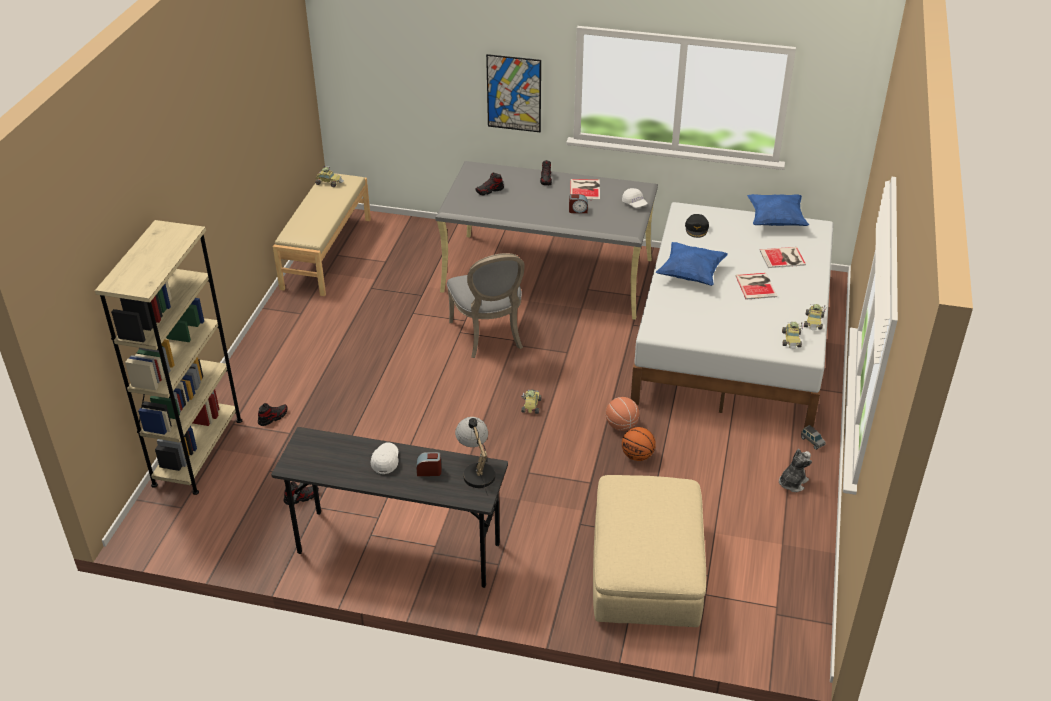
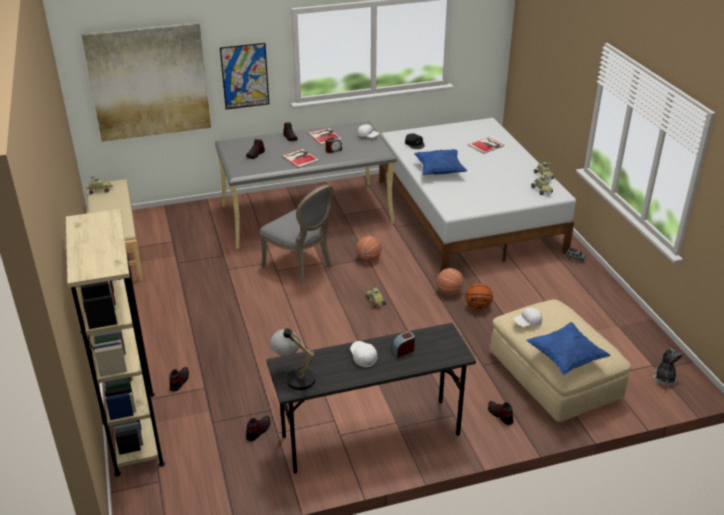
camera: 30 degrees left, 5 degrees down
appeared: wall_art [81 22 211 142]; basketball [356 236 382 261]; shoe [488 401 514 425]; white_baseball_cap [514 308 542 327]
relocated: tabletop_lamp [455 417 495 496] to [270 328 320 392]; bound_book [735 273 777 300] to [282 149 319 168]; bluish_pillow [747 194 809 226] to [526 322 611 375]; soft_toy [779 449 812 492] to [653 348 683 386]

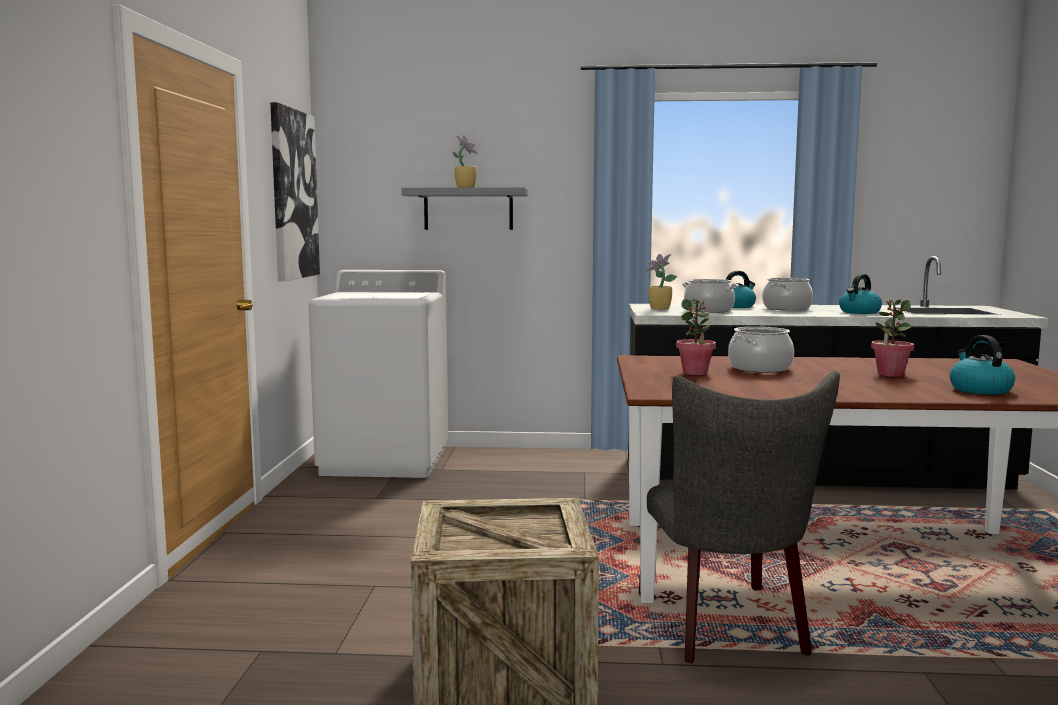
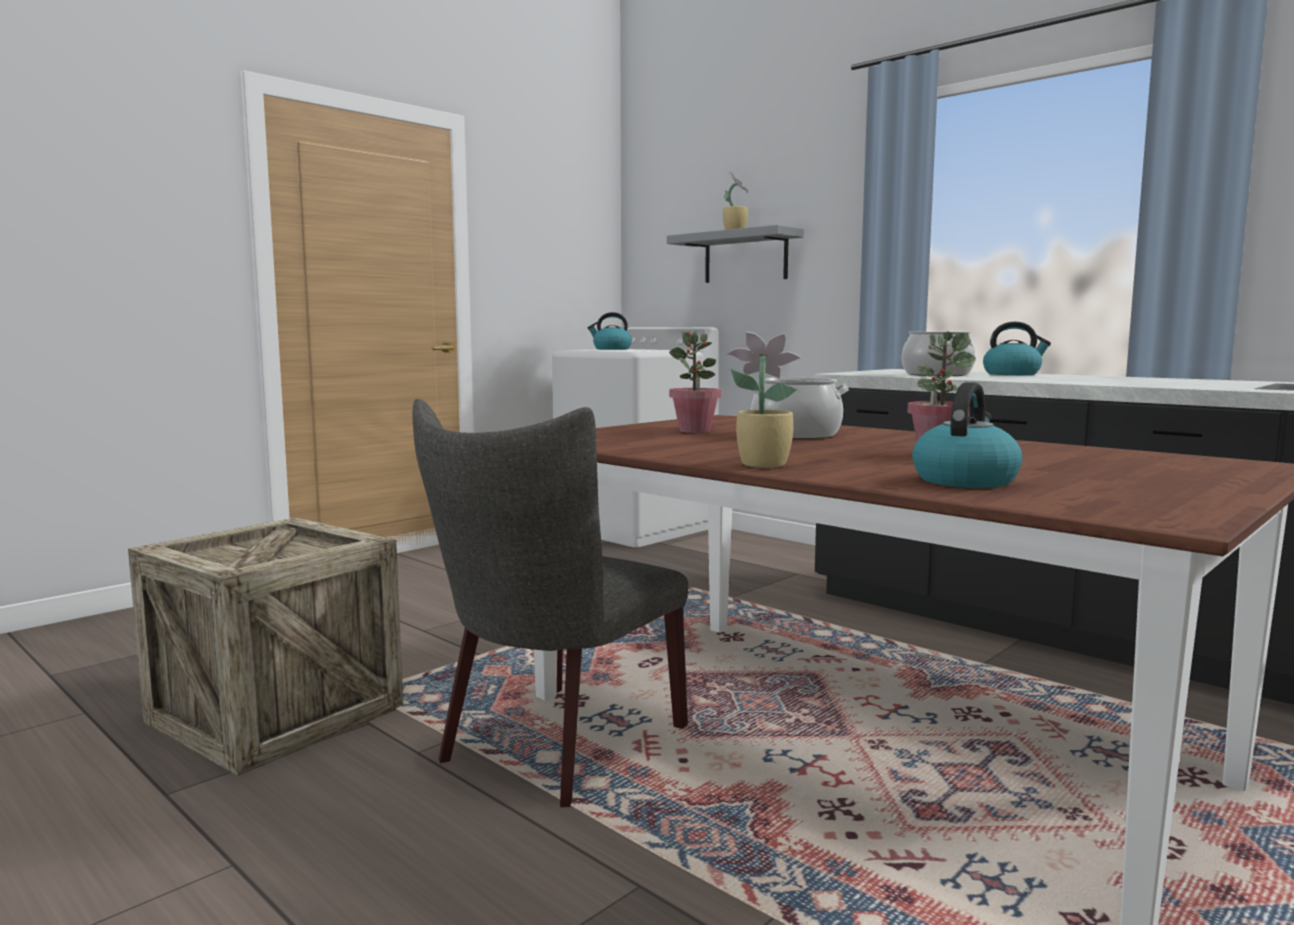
camera: 40 degrees right, 0 degrees up
missing: wall_art [270 102 320 281]; cooking_pot [762 278 813 311]
relocated: water_kettle [839 274 882 314] to [587 312 632 350]; plant_in_a_pot [646 254 677 310] to [727 332 801 468]

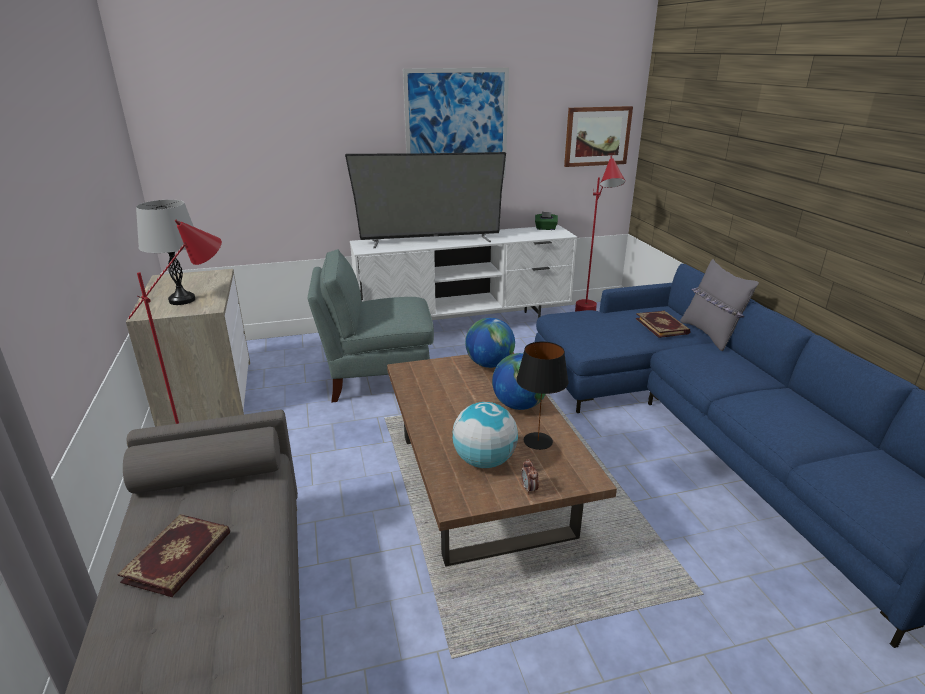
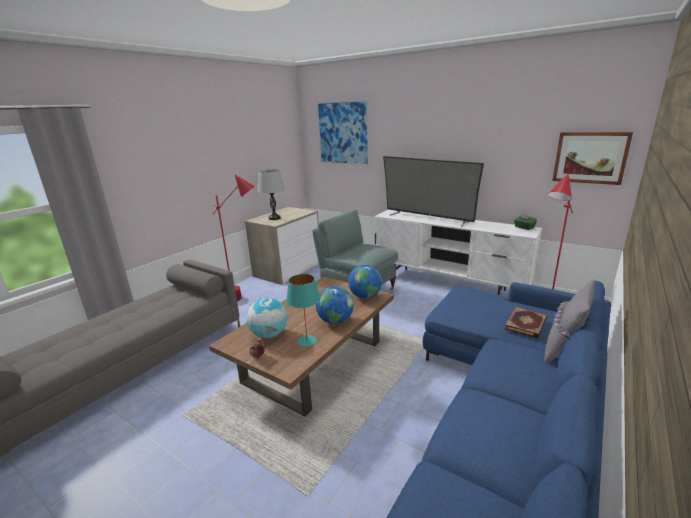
camera: 50 degrees right, 5 degrees down
missing: bound_book [117 514 230 597]
relocated: wall_art [403 68 509 177] to [316 98 370 167]
colour: blackish_tabletop_lamp [516 342 569 450] to turquoise-coloured_tabletop_lamp [286 274 320 346]

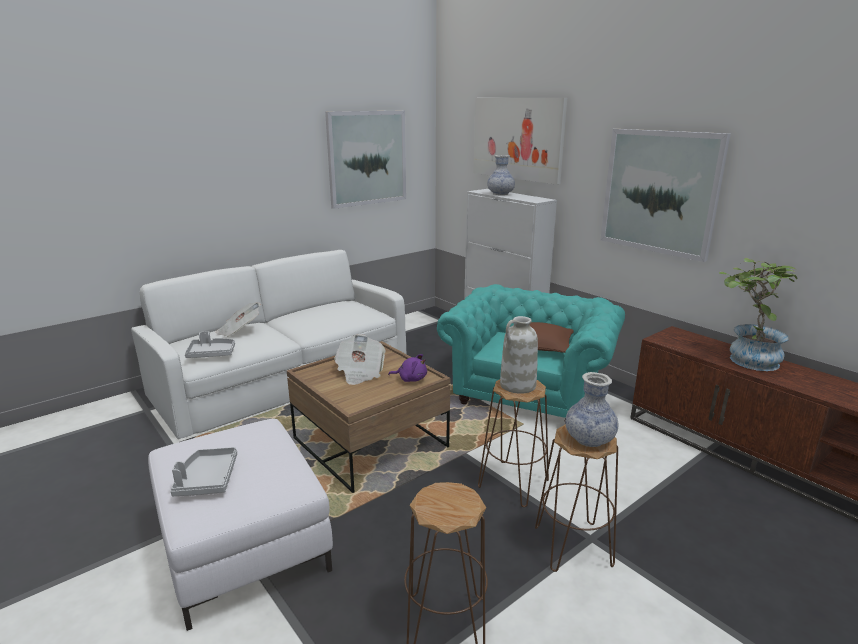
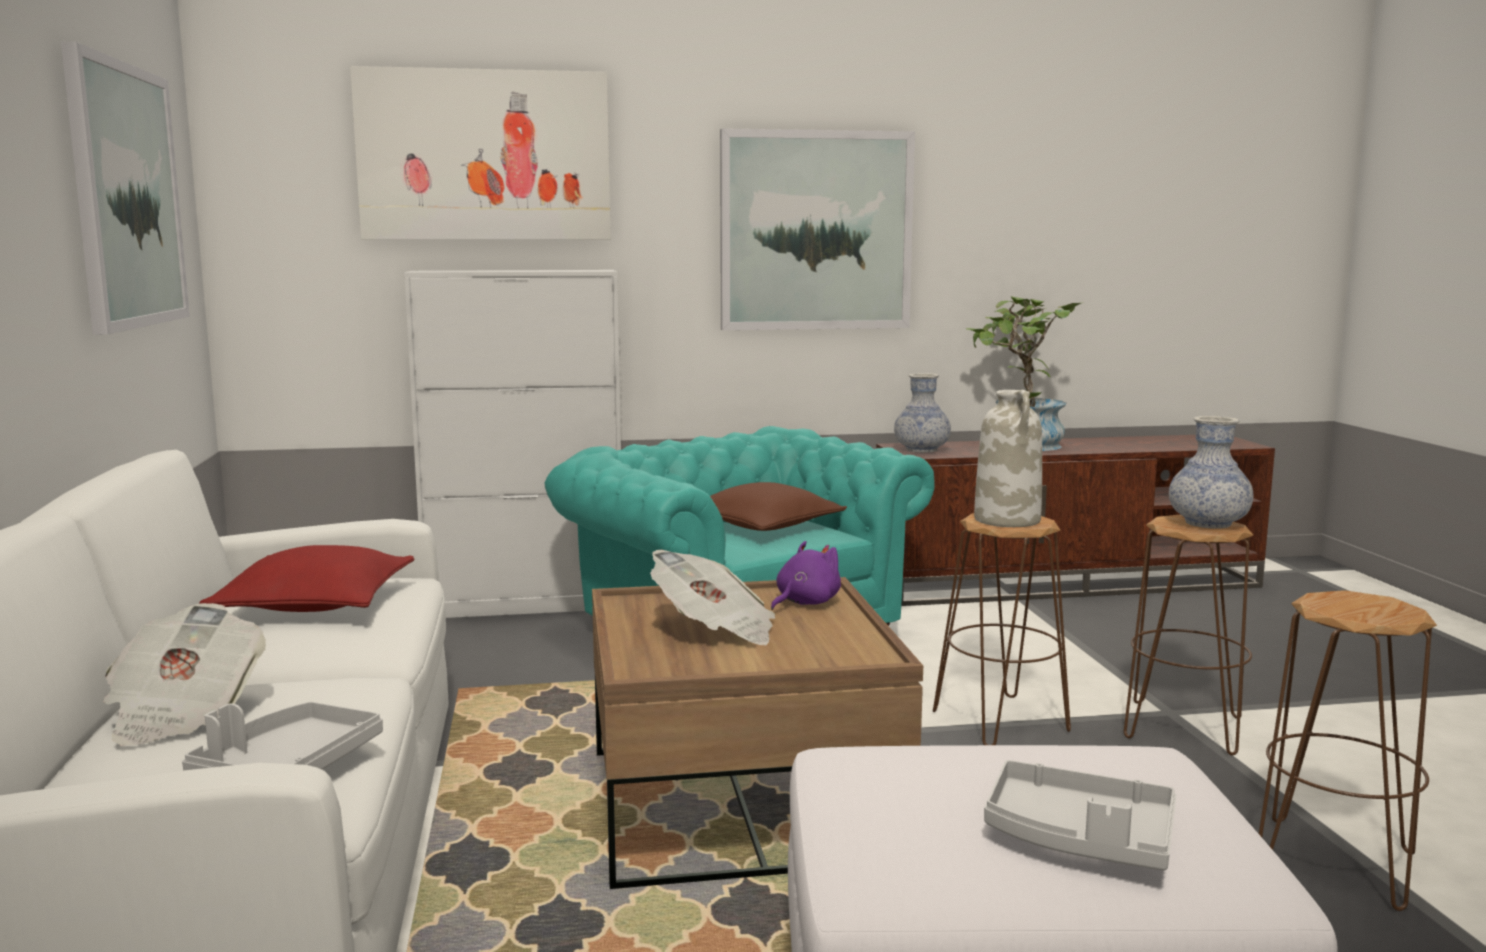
camera: 60 degrees left, 10 degrees down
appeared: reddish_pillow [199 545 415 612]
relocated: vase [487 155 515 195] to [894 373 951 453]

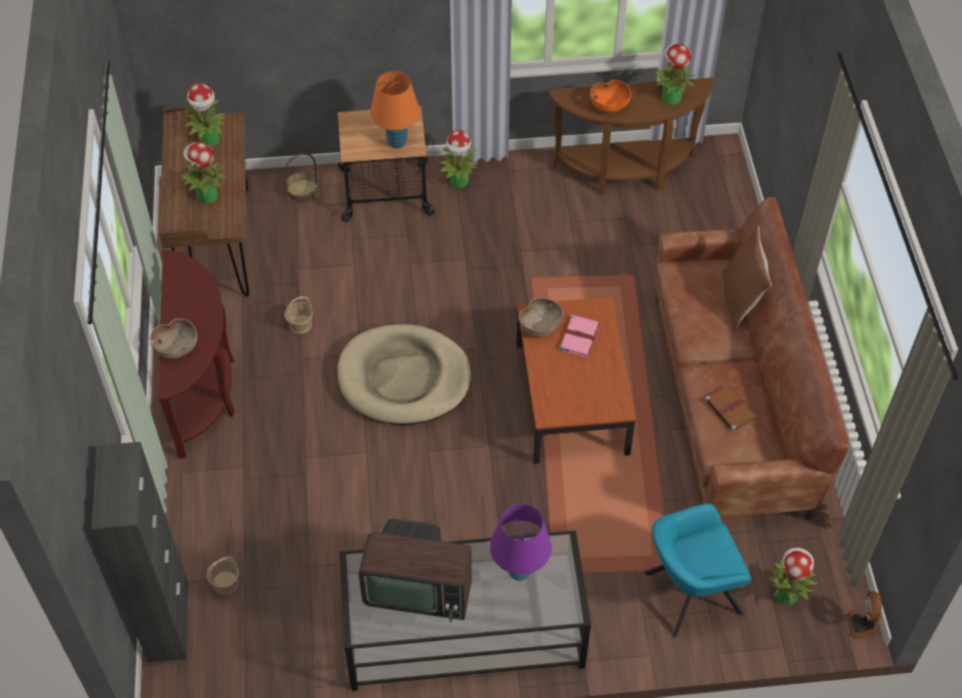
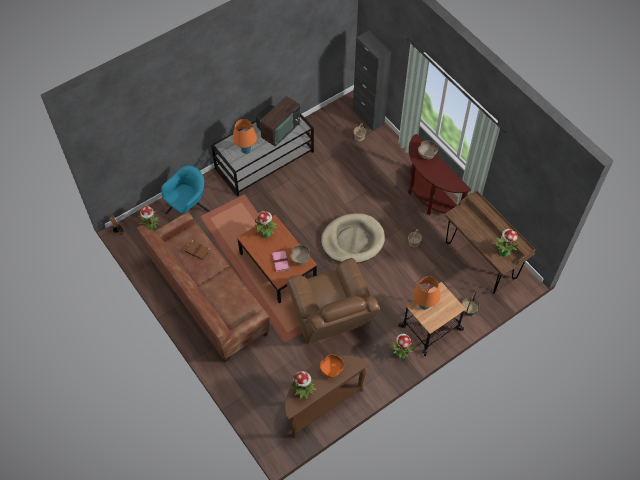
camera: 150 degrees right, 5 degrees up
missing: brown_pillow [722 225 772 331]
appeared: brown_easy_chair [287 258 380 344]
relocated: plant_in_a_pot [181 142 226 204] to [254 211 277 238]
colour: purplish_tabletop_lamp [490 504 552 581] to orangey_tabletop_lamp [232 119 257 154]
spun: TV_set [358 519 472 622] = [256 96 300 146] 150 degrees clockwise

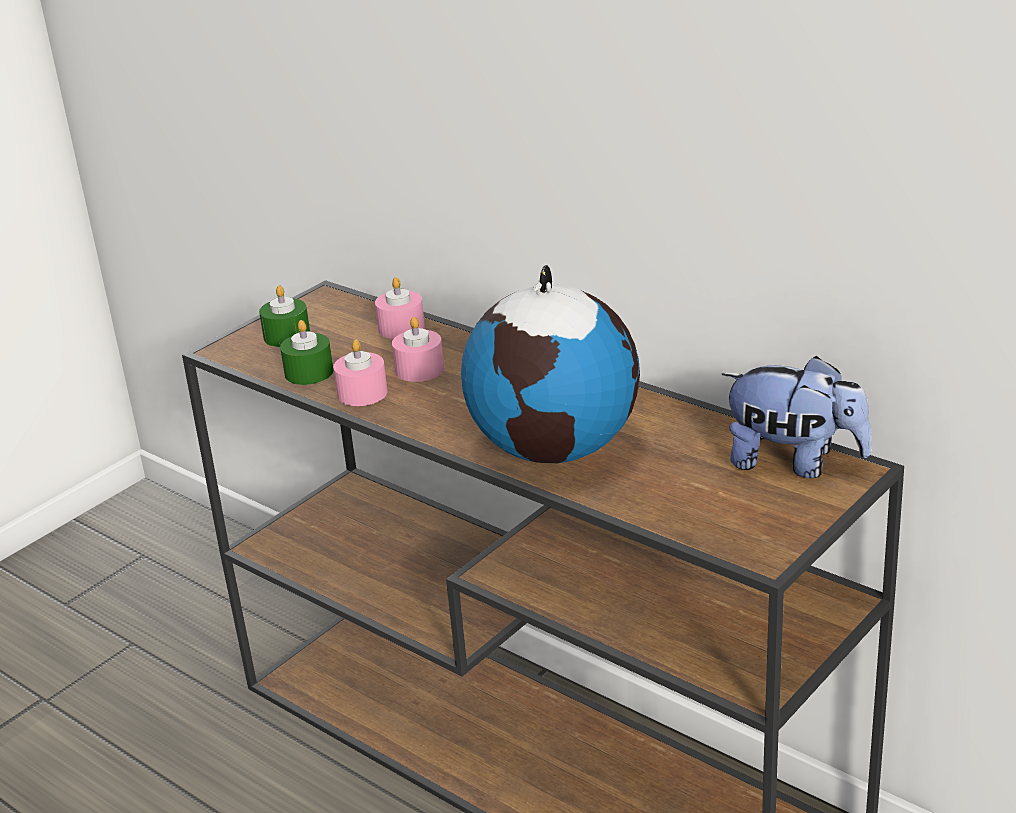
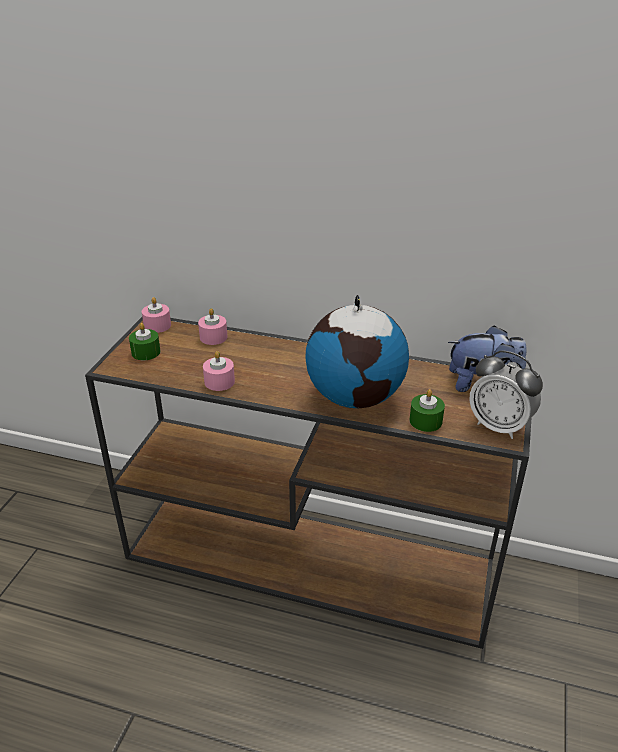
camera: 25 degrees left, 5 degrees up
appeared: table_clock [469 350 543 439]
relocated: pink_wax_candle [392 317 444 382] to [142 297 171 333]; greenish_wax_candle [280 320 334 385] to [409 389 445 432]

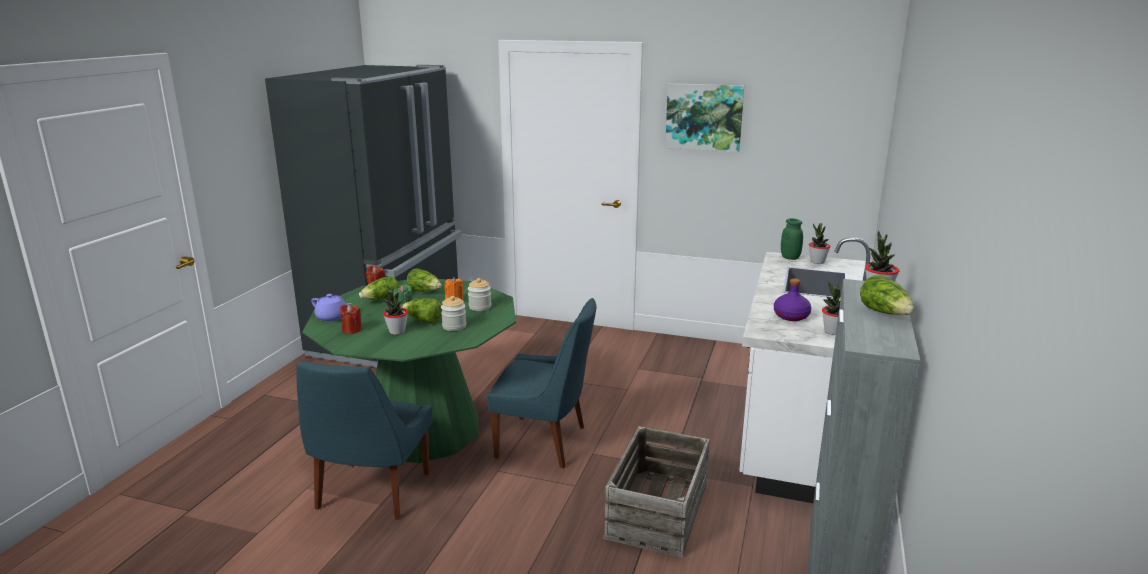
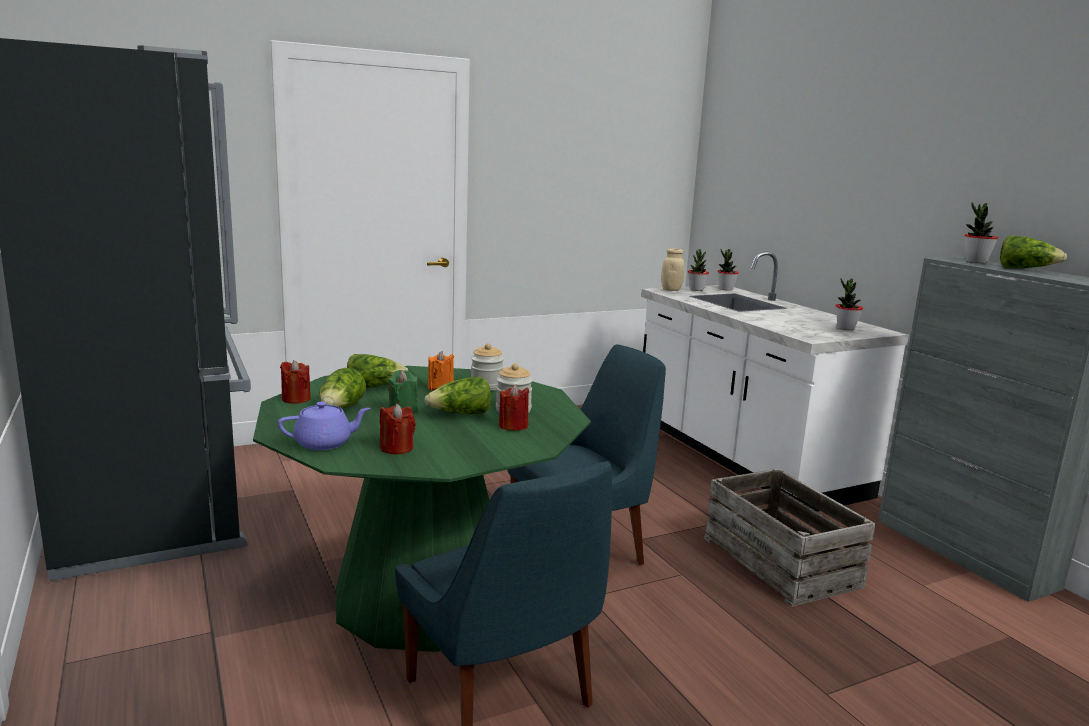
camera: 45 degrees left, 5 degrees down
missing: wall_art [665 83 745 152]; purplish_bottle [774 278 811 321]
appeared: reddish_wax_candle [499 384 529 431]
relocated: plant_in_a_pot [382 285 408 335] to [718 249 739 291]
colour: greenish_preserve_jar [781 218 803 260] to beige_preserve_jar [661 248 684 291]

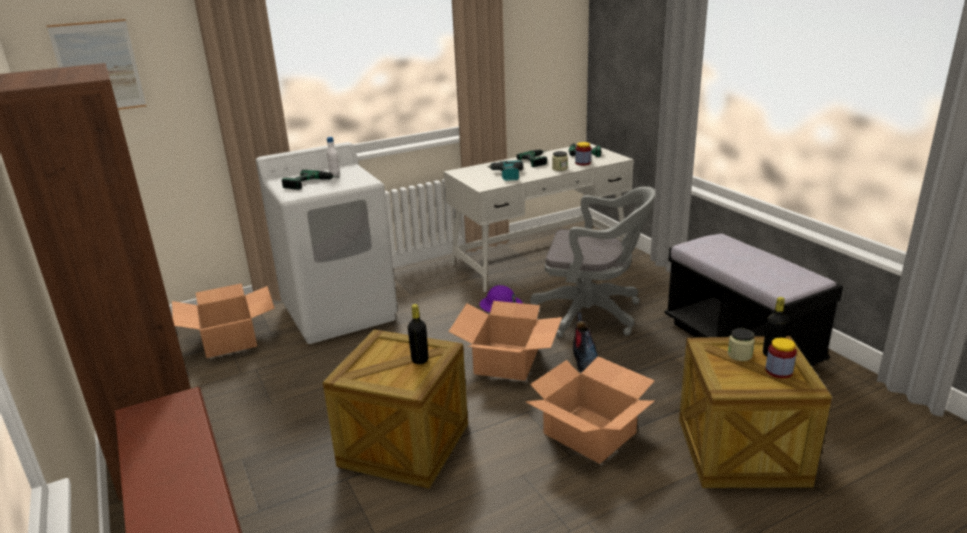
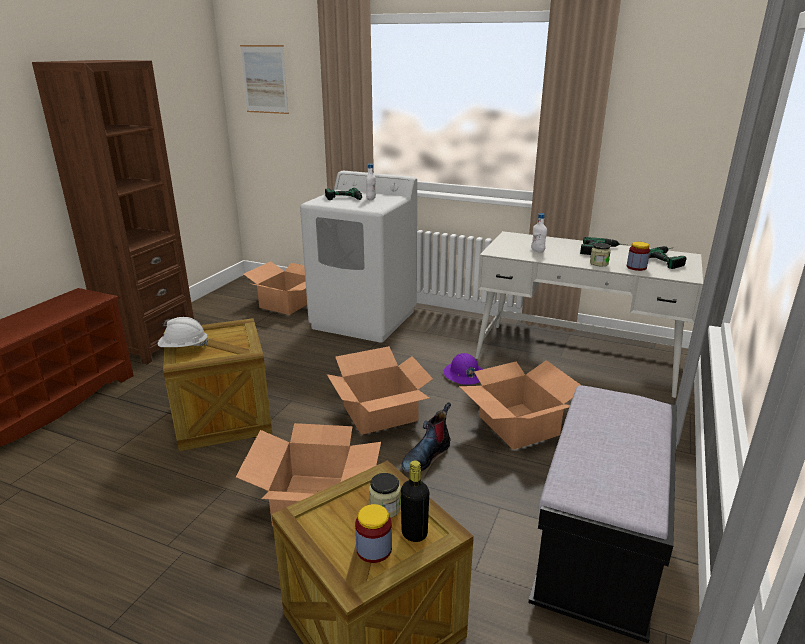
camera: 50 degrees right, 0 degrees up
missing: blackish_bottle [408 304 428 364]
appeared: white_hard_hat [158 317 209 347]
exchanged: greyish_computer_chair [530 186 656 338] to packing_box [459 360 582 450]; power_drill [487 160 523 181] to white_bottle [531 213 547 253]

